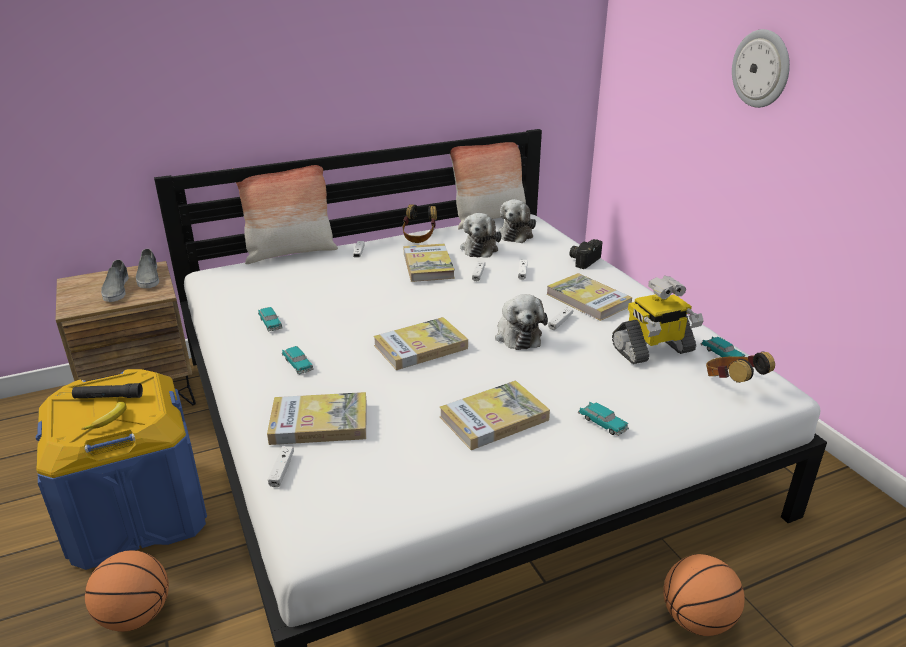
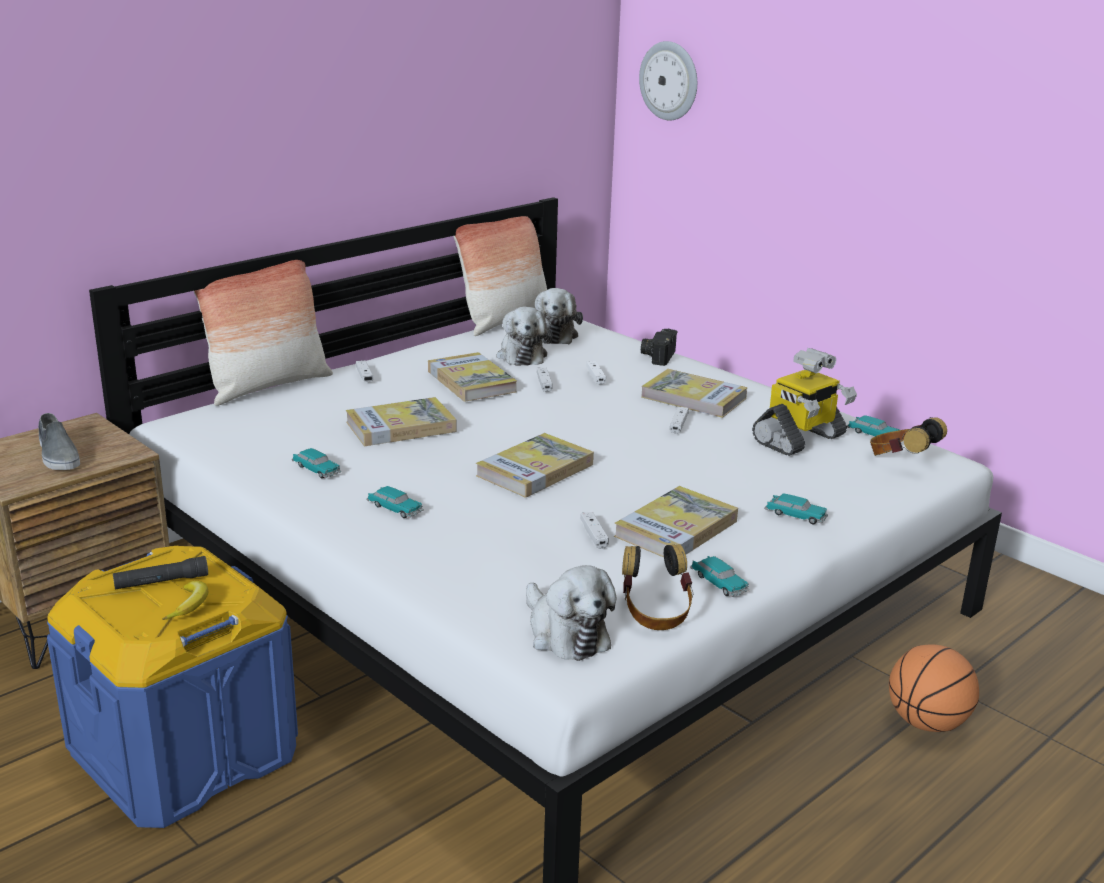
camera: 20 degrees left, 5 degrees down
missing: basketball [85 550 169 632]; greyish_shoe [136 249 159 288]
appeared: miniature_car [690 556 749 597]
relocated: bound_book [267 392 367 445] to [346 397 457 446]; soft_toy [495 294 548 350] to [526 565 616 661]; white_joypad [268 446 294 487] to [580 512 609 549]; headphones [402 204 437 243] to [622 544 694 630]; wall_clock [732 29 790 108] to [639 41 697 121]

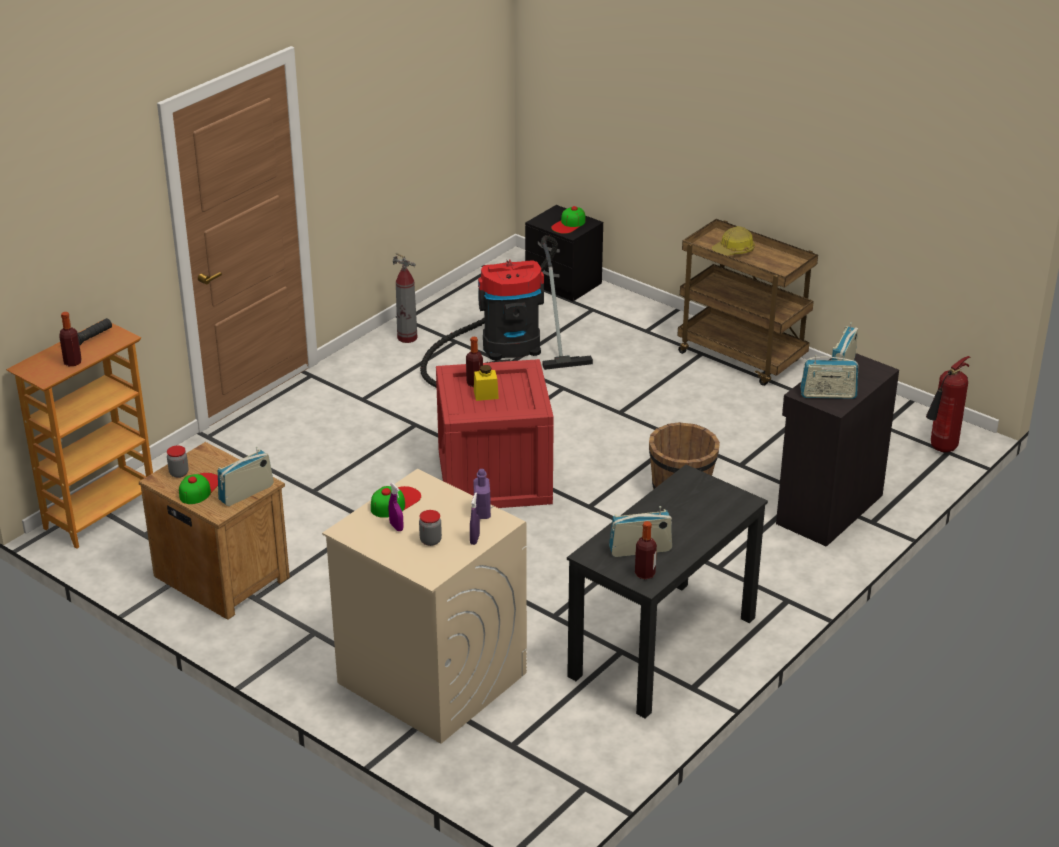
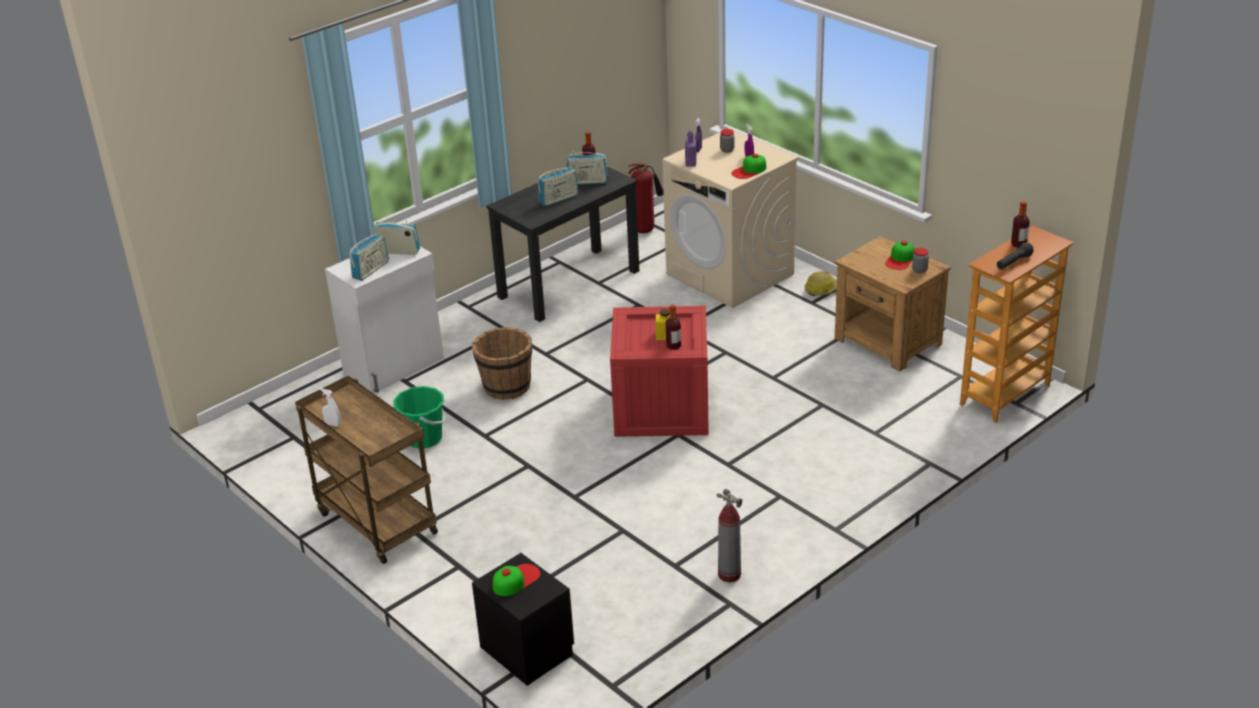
camera: 170 degrees left, 0 degrees up
missing: vacuum [420 235 593 388]
appeared: white_hand_sprayer [320 389 341 427]; greenish_pail [393 386 446 448]
relocated: radio_receiver [218 447 274 506] to [538 167 579 206]; fire-fighting_cylinder [926 356 970 452] to [628 163 664 233]; hard_hat [712 226 755 256] to [805 271 837 296]
colour: blackish_storage_cabinet [776 353 899 547] to white_storage_cabinet [325 246 444 394]

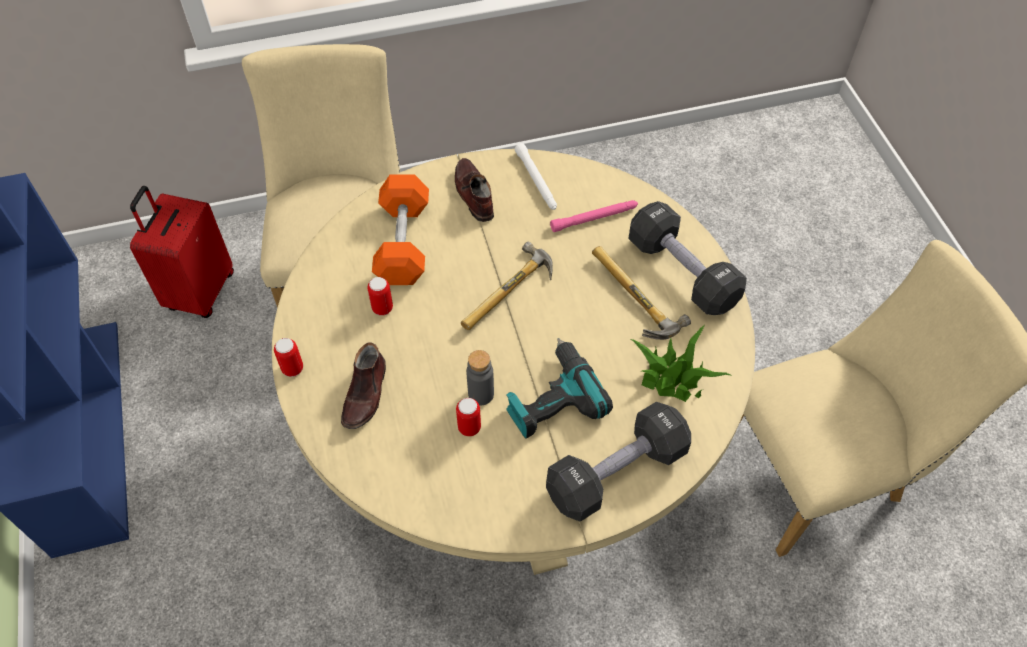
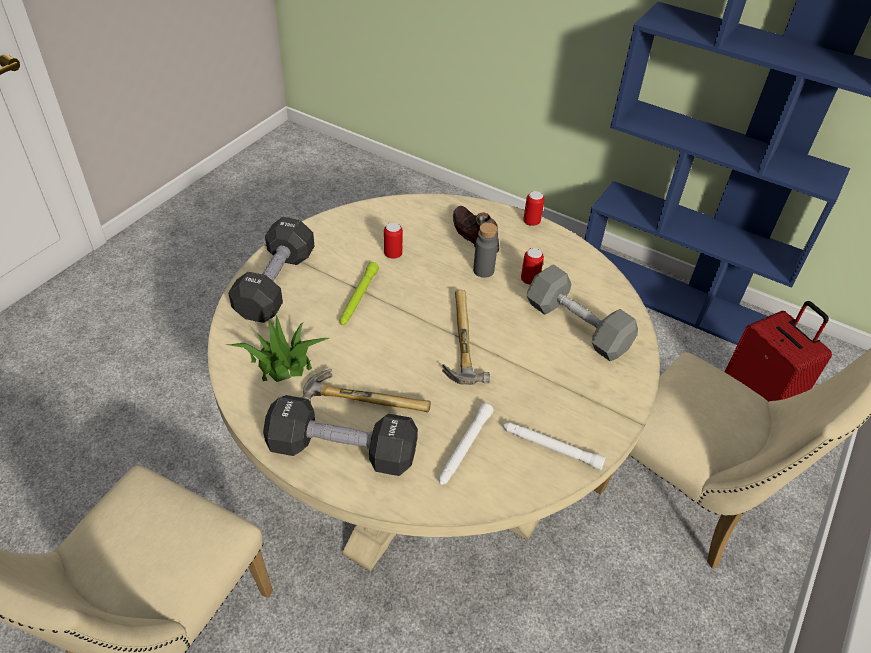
camera: 135 degrees right, 10 degrees down
missing: brown_shoe [455 158 494 222]
relocated: greyish_bottle [466 350 494 405] to [473 223 498 278]
exchanged: power_drill [506 338 613 439] to greenish_flashlight [340 262 379 325]
colour: pink_flashlight [550 200 638 232] to white_flashlight [439 403 494 485]; orangey_dumbbell [372 174 429 285] to greyish_dumbbell [526 264 638 361]

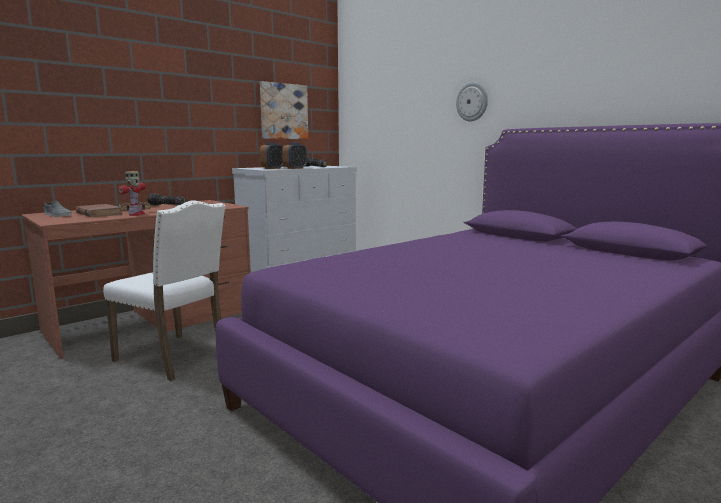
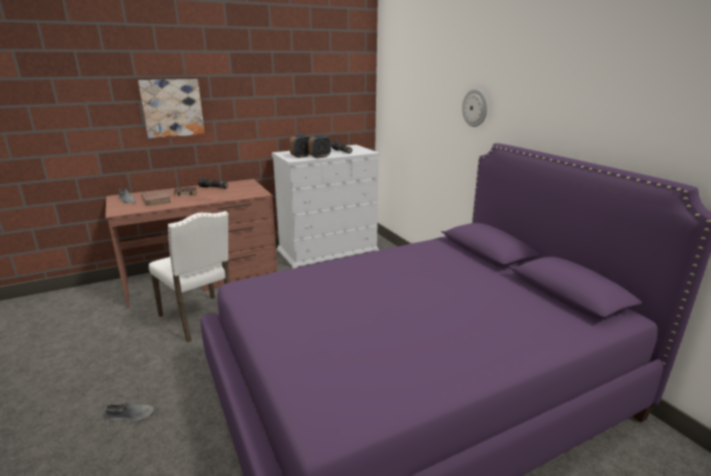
camera: 15 degrees right, 10 degrees up
missing: robot_figure [118 171 146 216]
appeared: greyish_shoe [106 401 154 421]
relocated: wall_art [260 81 308 139] to [138 79 205 138]

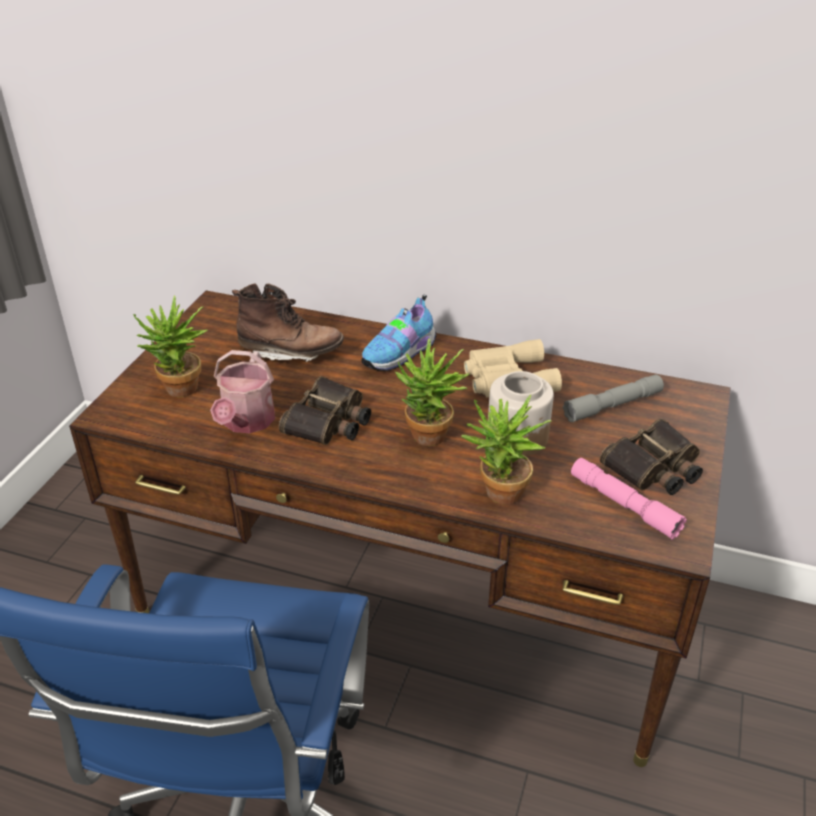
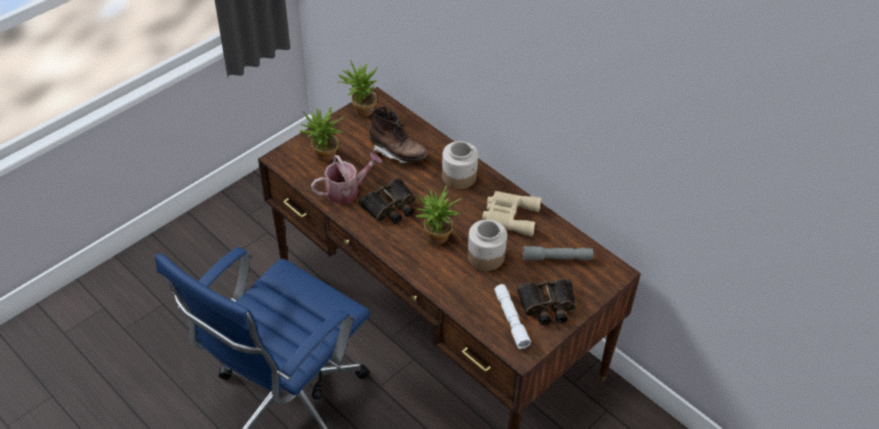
camera: 25 degrees right, 10 degrees up
relocated: plant_in_a_pot [461 395 552 505] to [338 60 378 117]
exchanged: shoe [361 295 436 371] to preserve_jar [442 141 478 189]
colour: pink_flashlight [571 458 687 540] to white_flashlight [494 284 531 349]
spun: watering_can [210 350 275 433] = [311 153 382 204] 150 degrees counterclockwise

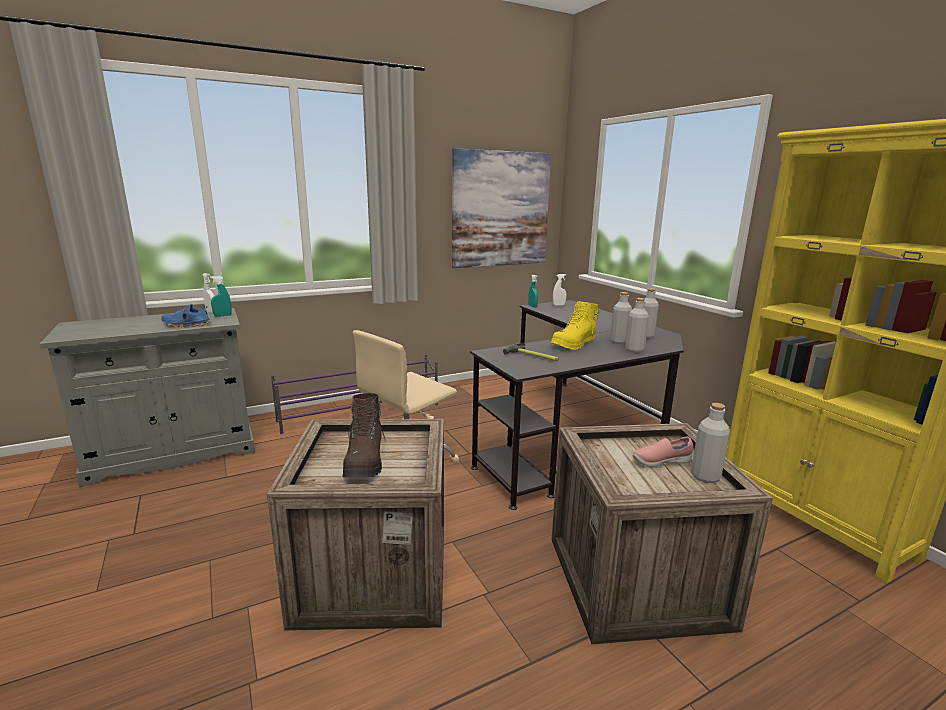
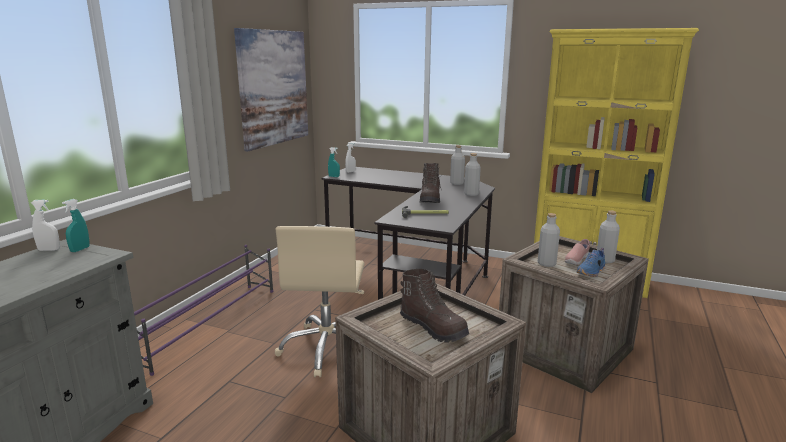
camera: 40 degrees left, 0 degrees up
relocated: greyish_bottle [610 292 632 344] to [538 213 560 267]; bluish_shoe [161 304 210 327] to [577 248 605 277]
colour: yellow-coloured_high-top_boot [550 301 601 350] to brown_high-top_boot [419 163 442 203]

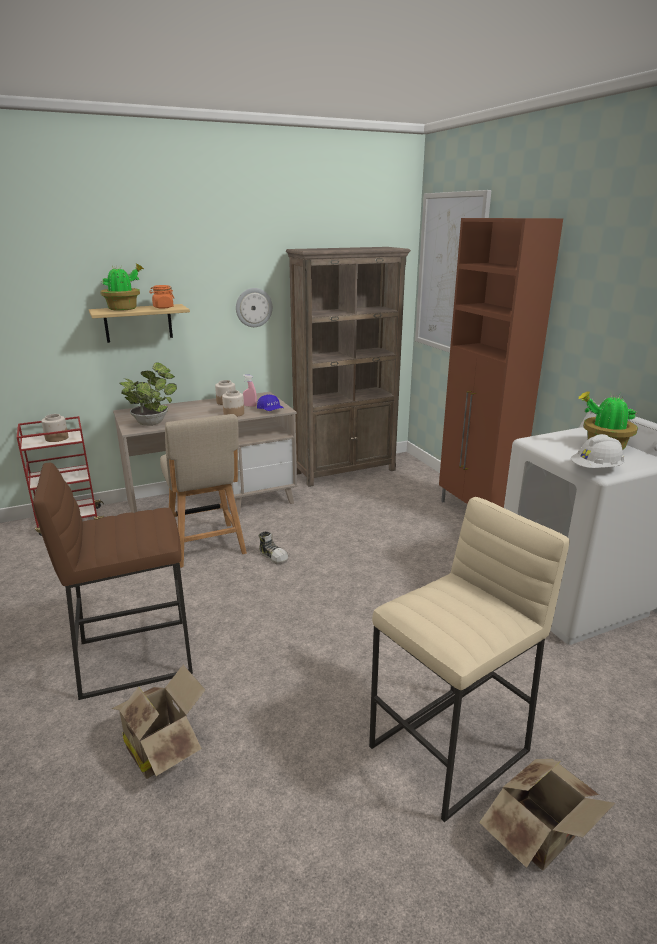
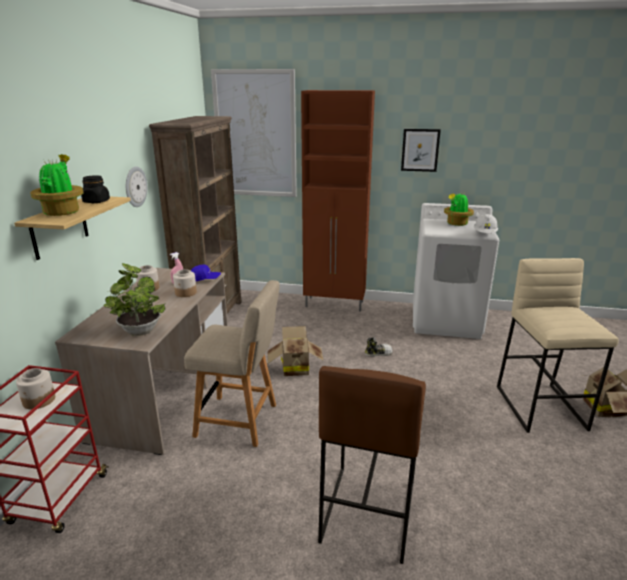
camera: 55 degrees left, 0 degrees up
appeared: wall_art [401 129 441 172]
relocated: packing_box [112 665 205 779] to [268 326 324 376]; shoe [259 532 288 565] to [365 337 393 357]
colour: orangey_preserve_jar [149 285 174 309] to blackish_preserve_jar [81 175 110 203]

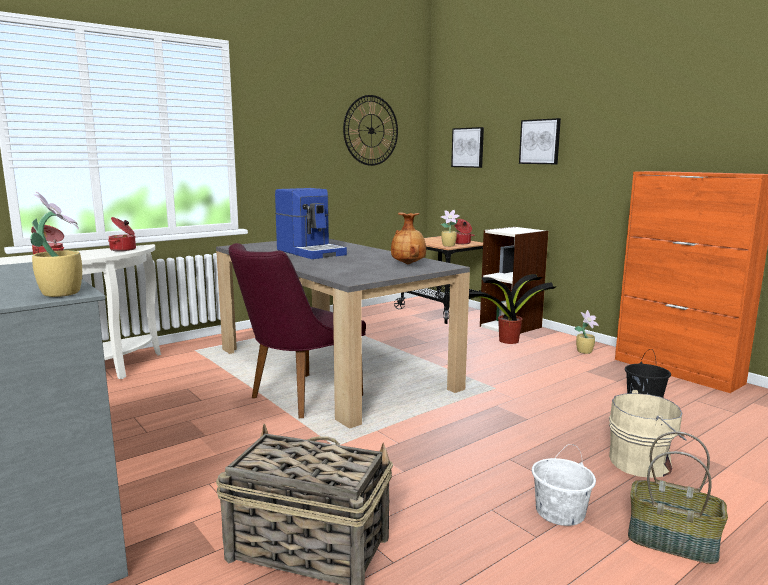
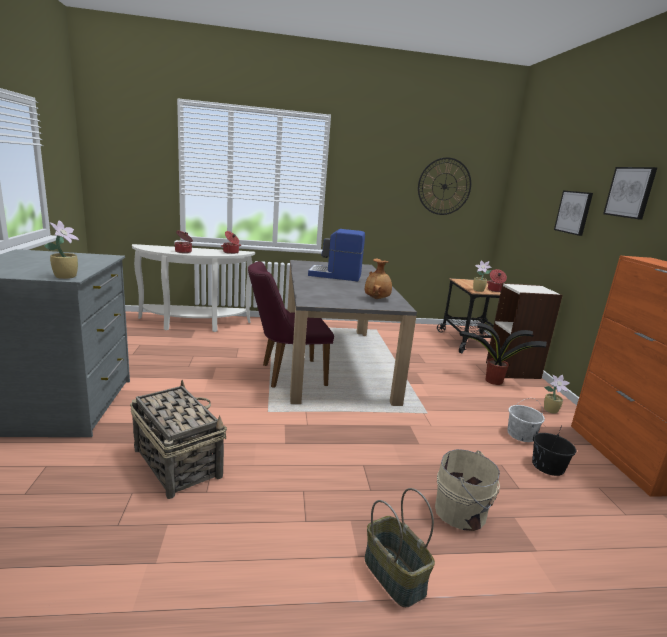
camera: 30 degrees right, 5 degrees up
relocated: white_pail [532 444 596 526] to [507 398 545 442]; wall_art [451 127 484 168] to [603 167 657 220]
spun: coffee_brewer [275 188 347 259] = [308 229 365 281] 105 degrees clockwise

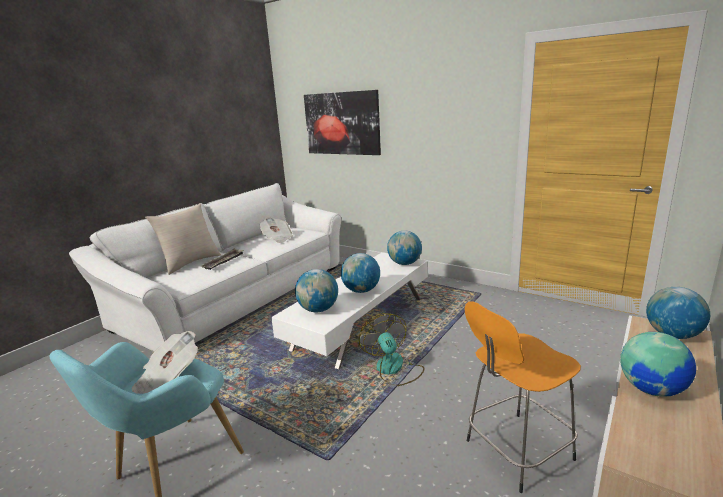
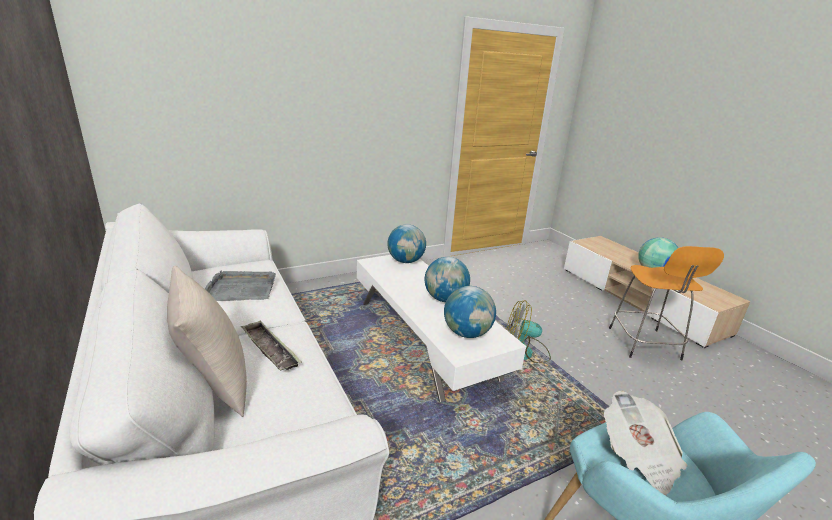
camera: 65 degrees left, 5 degrees up
missing: wall_art [304 90 381 155]; globe [646 287 710 339]
exchanged: newspaper [260 218 293 243] to greyish_carrying_tray [205 271 276 301]

